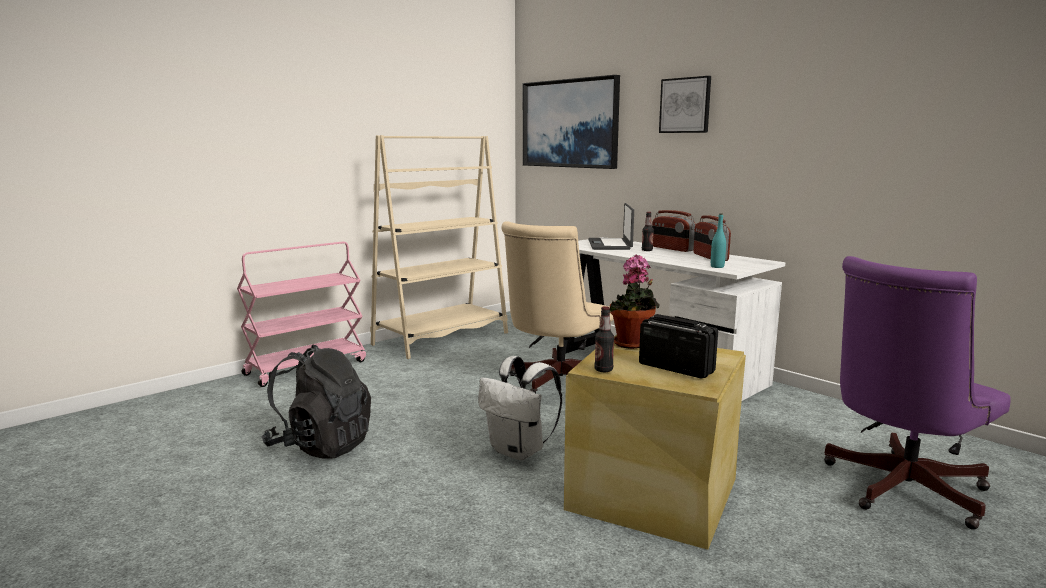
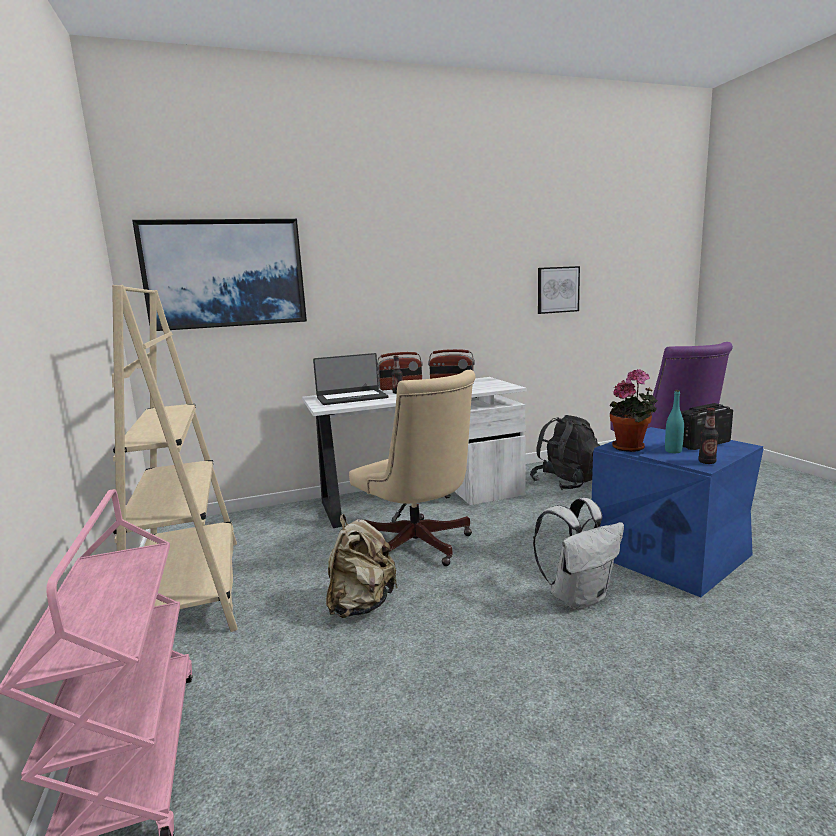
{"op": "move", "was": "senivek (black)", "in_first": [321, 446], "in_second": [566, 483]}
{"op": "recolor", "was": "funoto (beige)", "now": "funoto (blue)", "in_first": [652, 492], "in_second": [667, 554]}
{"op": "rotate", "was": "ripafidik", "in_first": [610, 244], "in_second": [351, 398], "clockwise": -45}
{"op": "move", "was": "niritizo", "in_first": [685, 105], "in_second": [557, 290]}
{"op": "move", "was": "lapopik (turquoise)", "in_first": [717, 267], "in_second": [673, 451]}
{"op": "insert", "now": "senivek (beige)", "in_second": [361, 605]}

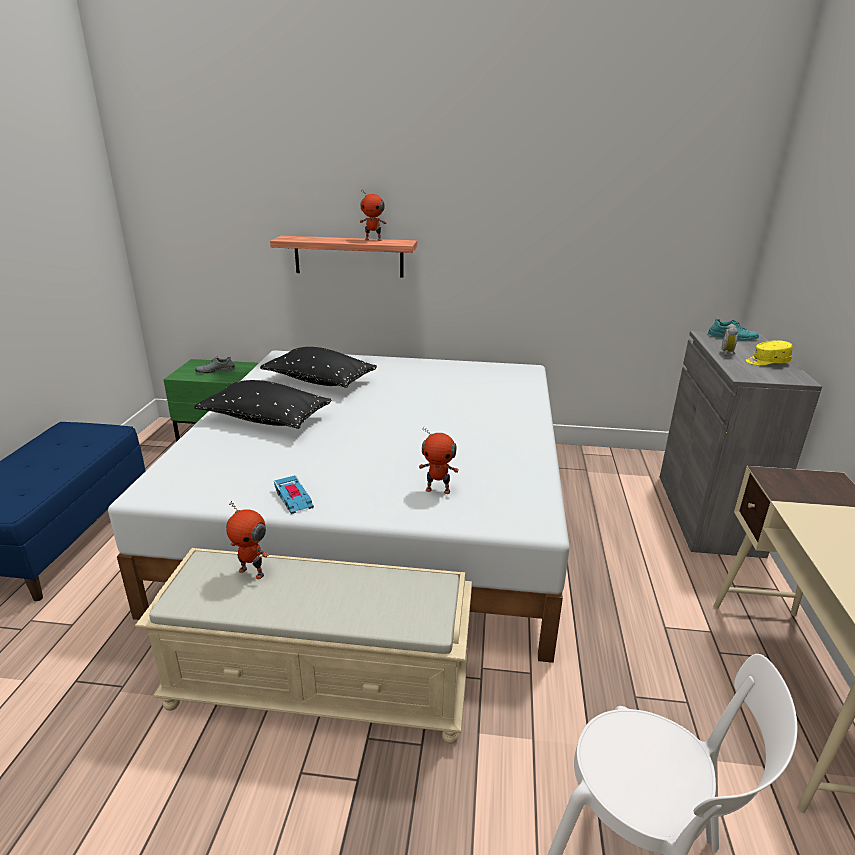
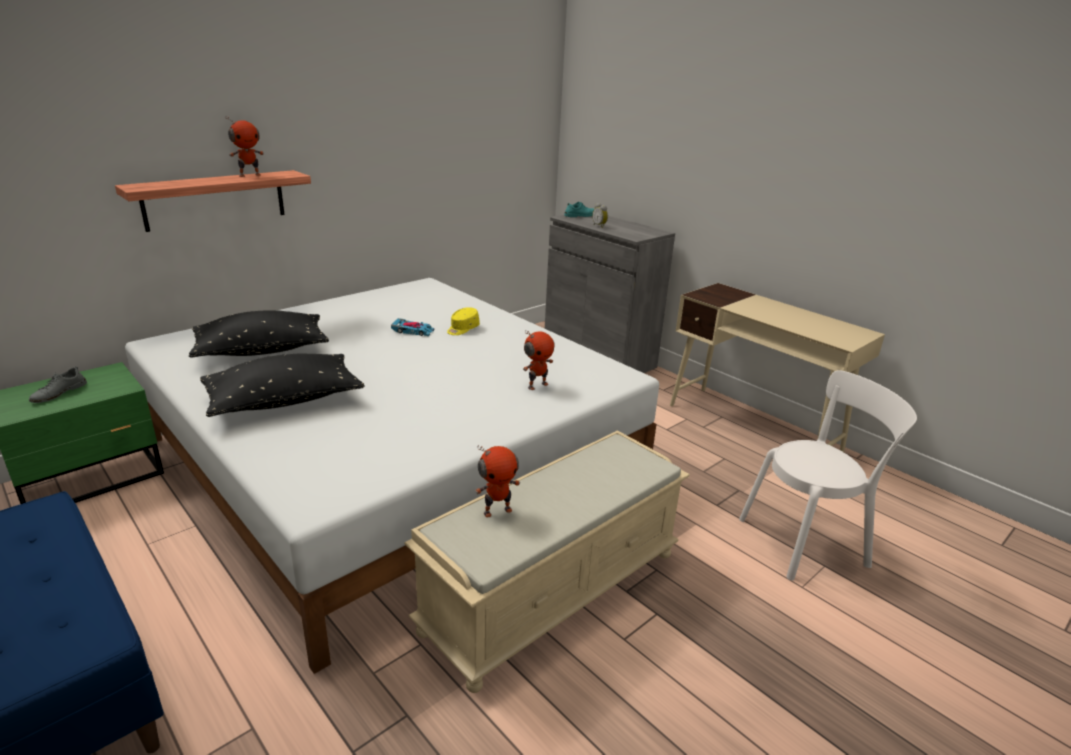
{"op": "move", "was": "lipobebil", "in_first": [294, 498], "in_second": [413, 331]}
{"op": "move", "was": "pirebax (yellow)", "in_first": [766, 362], "in_second": [462, 329]}

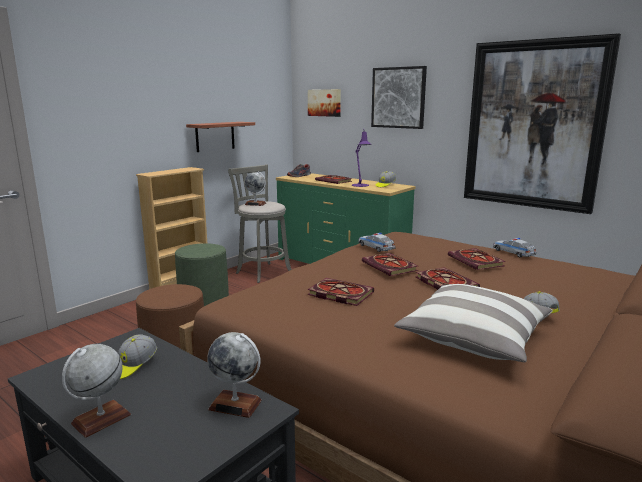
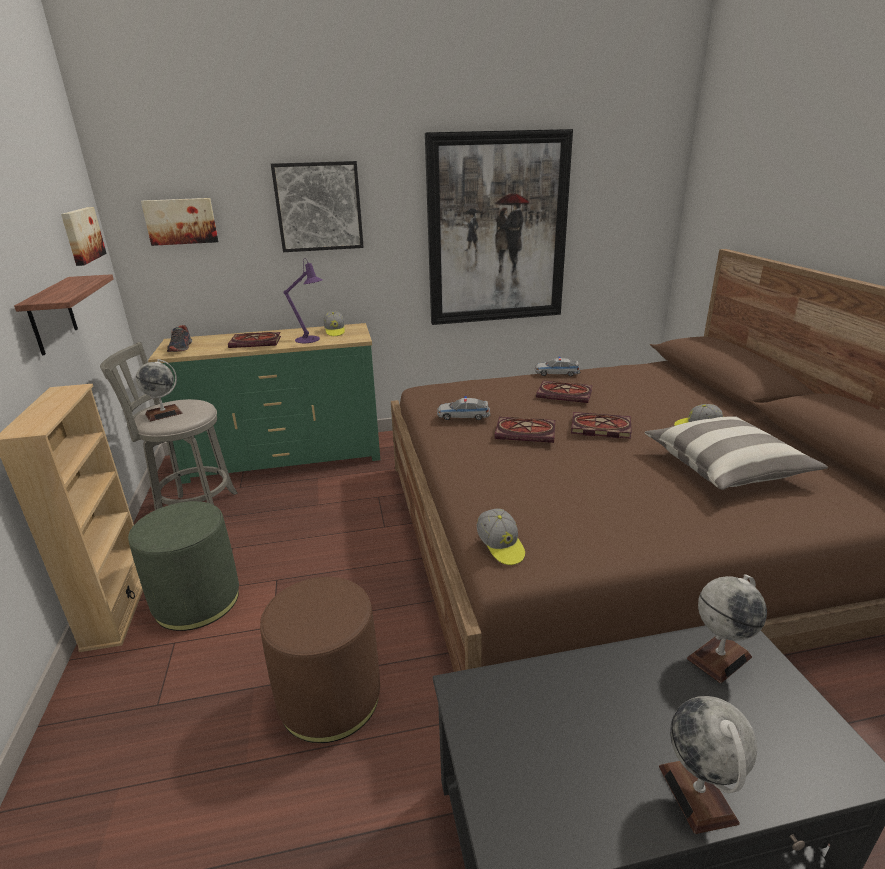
{"op": "move", "was": "pirebax", "in_first": [133, 366], "in_second": [500, 546]}
{"op": "delete", "was": "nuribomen", "in_first": [338, 294]}
{"op": "insert", "now": "niritizo", "in_second": [81, 235]}

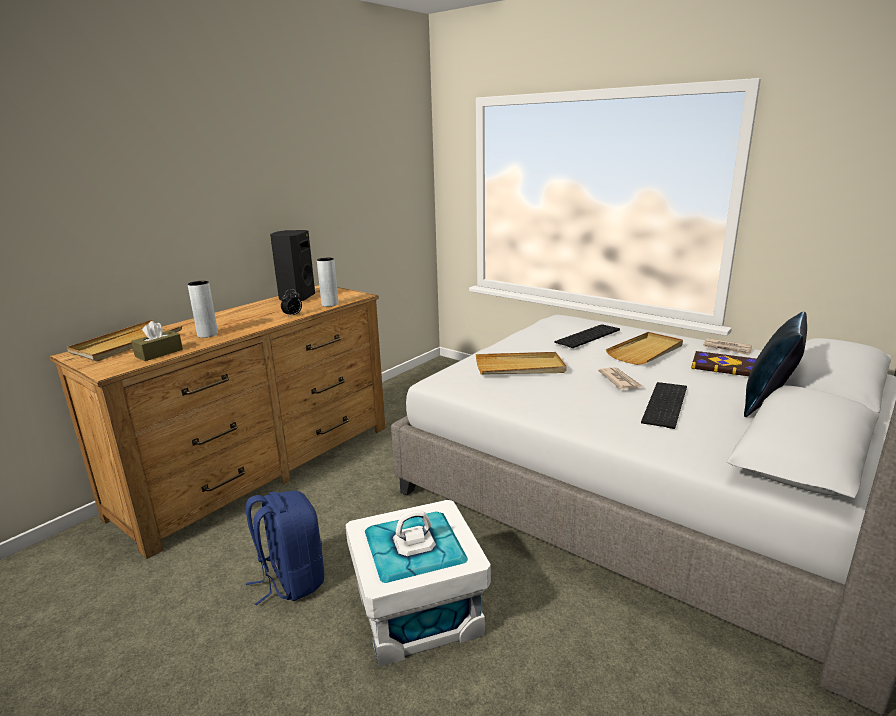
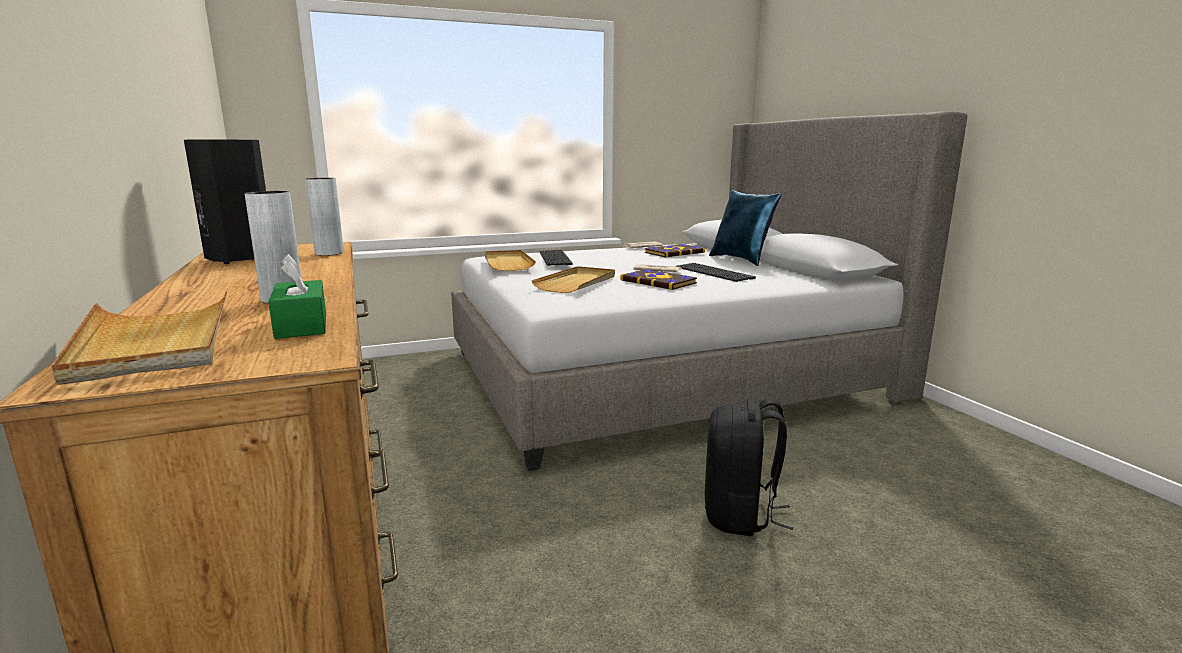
{"op": "recolor", "was": "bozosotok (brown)", "now": "bozosotok (green)", "in_first": [159, 353], "in_second": [301, 325]}
{"op": "delete", "was": "senivek (blue)", "in_first": [291, 580]}
{"op": "delete", "was": "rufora", "in_first": [293, 315]}
{"op": "replace", "was": "funoto (white)", "now": "senivek (black)", "in_first": [418, 611], "in_second": [740, 515]}
{"op": "move", "was": "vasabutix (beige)", "in_first": [646, 351], "in_second": [507, 263]}
{"op": "insert", "now": "nuribomen", "in_second": [658, 282]}

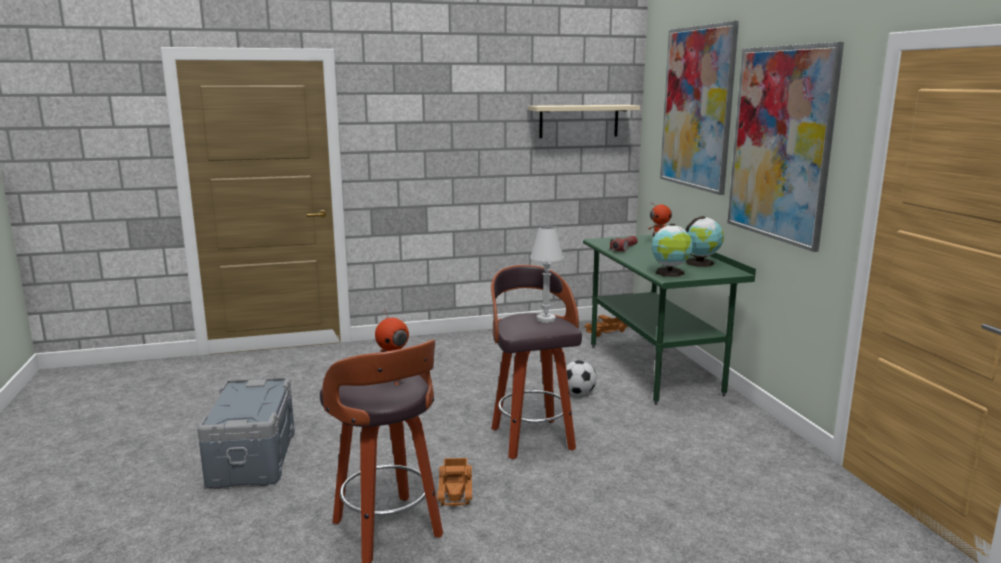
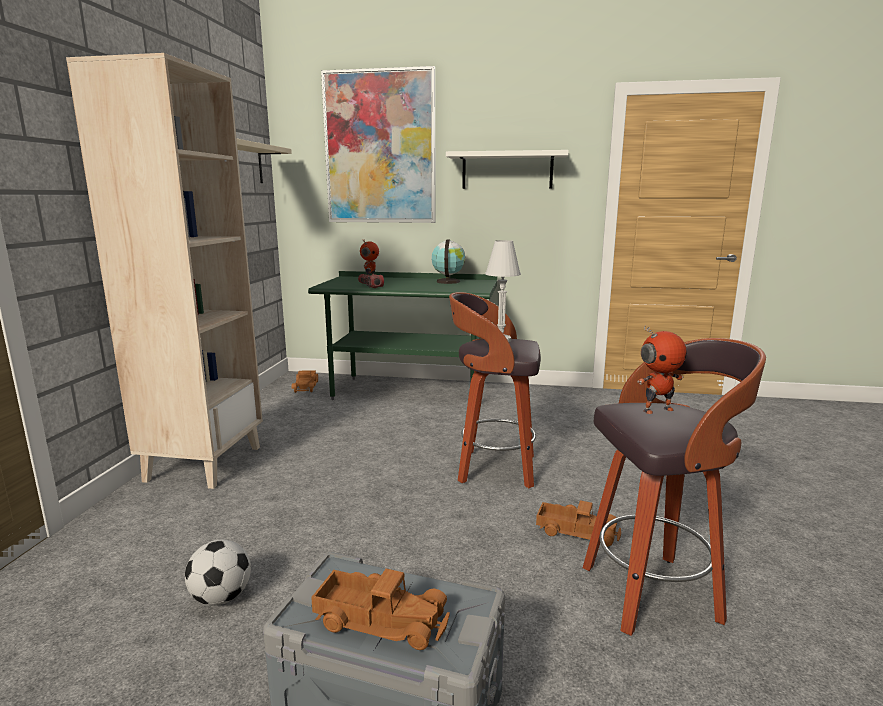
{"op": "move", "was": "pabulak", "in_first": [578, 393], "in_second": [221, 597]}
{"op": "delete", "was": "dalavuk", "in_first": [670, 273]}
{"op": "replace", "was": "niritizo", "now": "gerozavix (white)", "in_first": [780, 144], "in_second": [507, 170]}
{"op": "insert", "now": "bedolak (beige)", "in_second": [204, 463]}
{"op": "insert", "now": "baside", "in_second": [381, 619]}

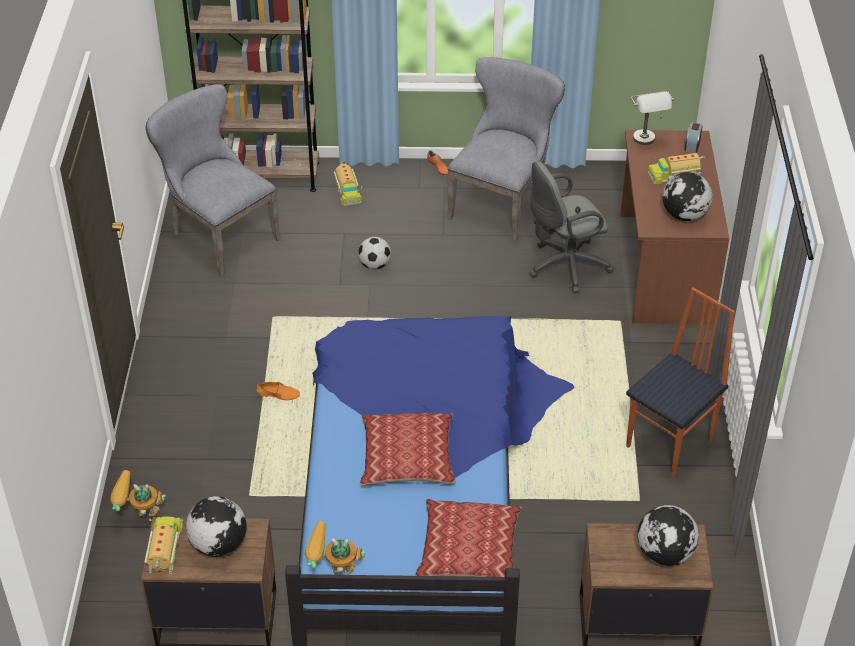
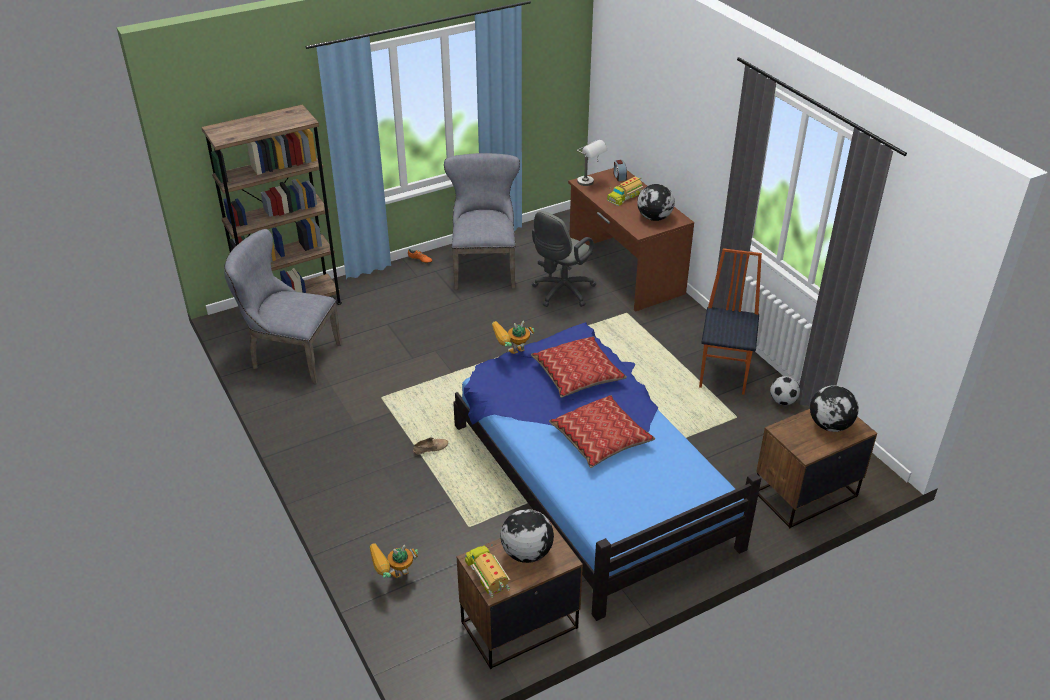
{"op": "recolor", "was": "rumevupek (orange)", "now": "rumevupek (beige)", "in_first": [278, 394], "in_second": [430, 448]}
{"op": "move", "was": "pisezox", "in_first": [332, 573], "in_second": [512, 356]}
{"op": "delete", "was": "baside", "in_first": [346, 190]}
{"op": "move", "was": "pabulak", "in_first": [375, 265], "in_second": [782, 401]}
{"op": "move", "was": "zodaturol", "in_first": [469, 550], "in_second": [577, 374]}

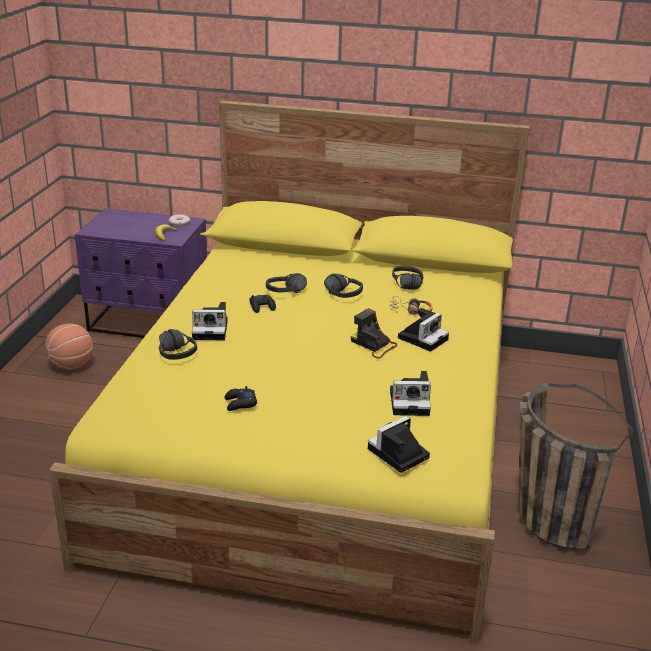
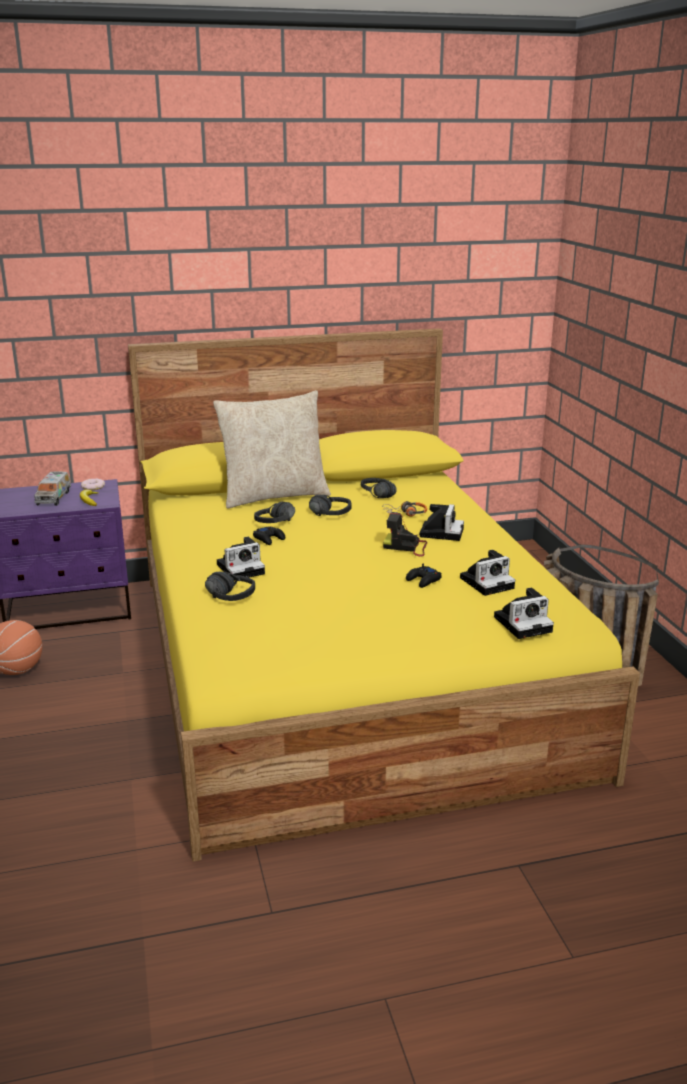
{"op": "move", "was": "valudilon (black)", "in_first": [240, 403], "in_second": [423, 580]}
{"op": "rotate", "was": "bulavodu", "in_first": [397, 454], "in_second": [524, 623], "clockwise": -135}
{"op": "insert", "now": "baside", "in_second": [53, 497]}
{"op": "insert", "now": "zodaturol (beige)", "in_second": [274, 496]}

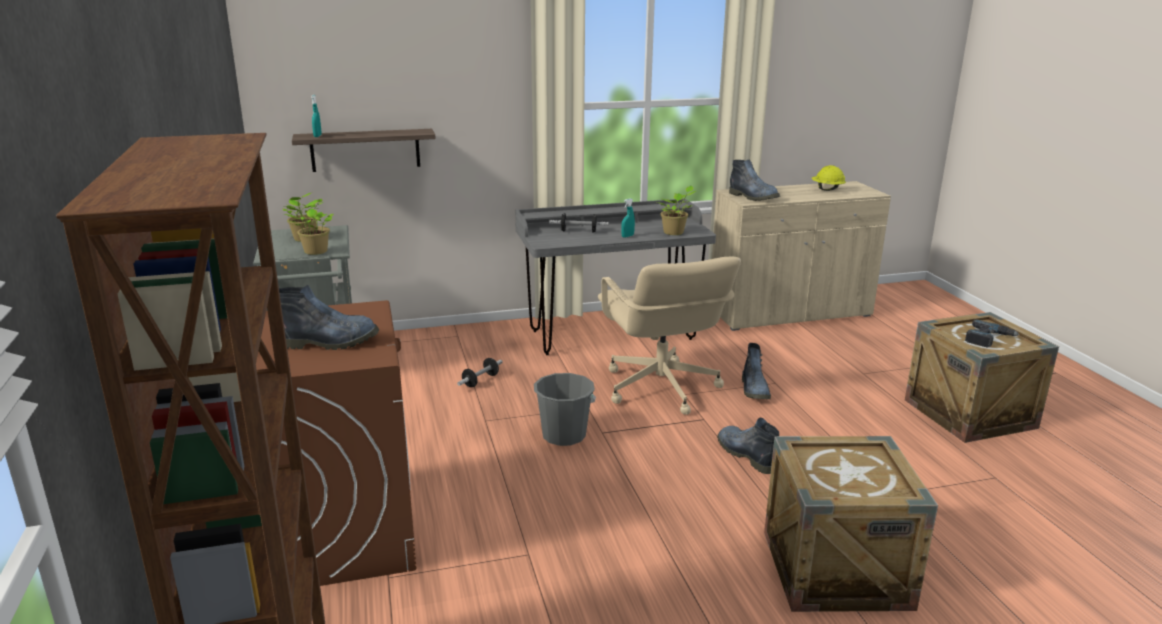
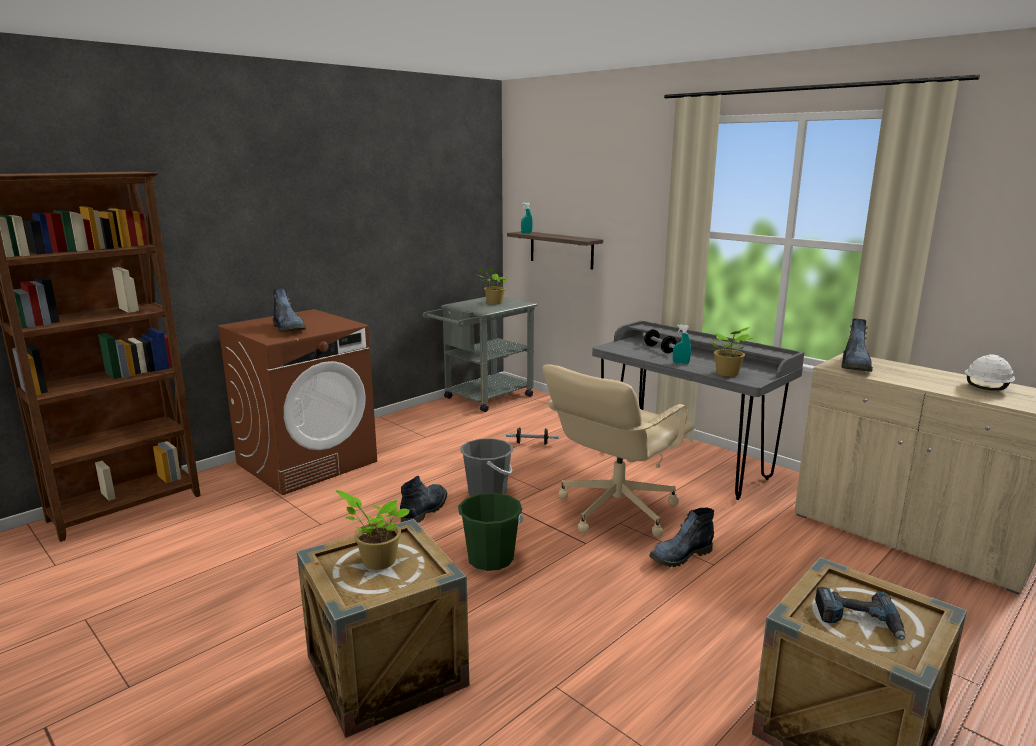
{"op": "move", "was": "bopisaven", "in_first": [314, 252], "in_second": [376, 561]}
{"op": "move", "was": "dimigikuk", "in_first": [745, 454], "in_second": [425, 509]}
{"op": "recolor", "was": "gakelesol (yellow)", "now": "gakelesol (white)", "in_first": [827, 189], "in_second": [986, 388]}
{"op": "insert", "now": "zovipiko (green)", "in_second": [490, 559]}

